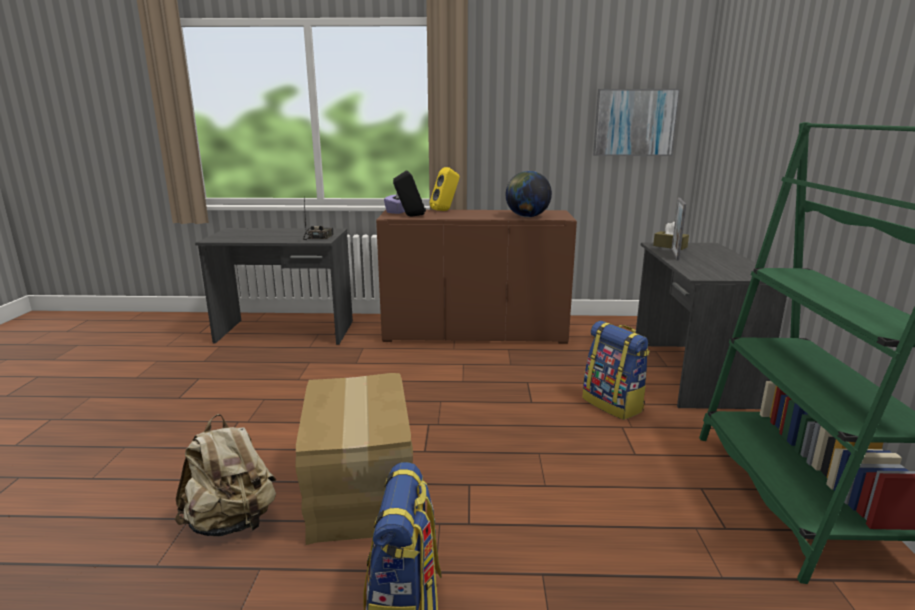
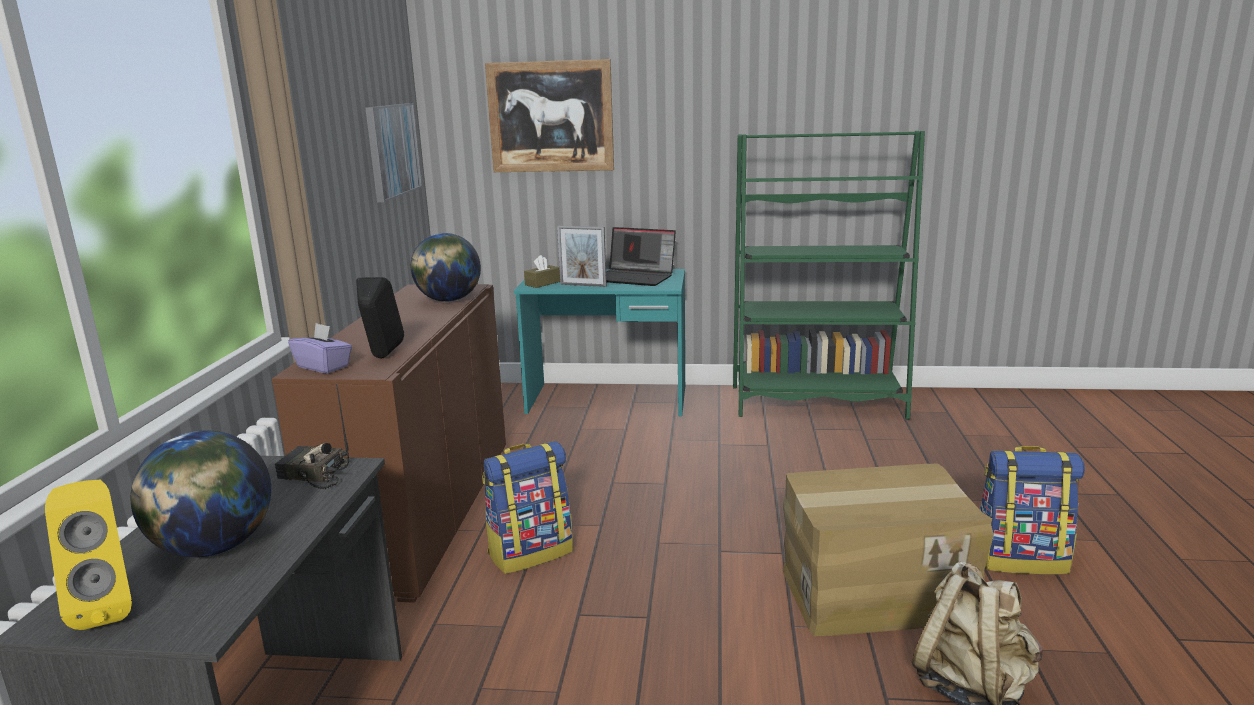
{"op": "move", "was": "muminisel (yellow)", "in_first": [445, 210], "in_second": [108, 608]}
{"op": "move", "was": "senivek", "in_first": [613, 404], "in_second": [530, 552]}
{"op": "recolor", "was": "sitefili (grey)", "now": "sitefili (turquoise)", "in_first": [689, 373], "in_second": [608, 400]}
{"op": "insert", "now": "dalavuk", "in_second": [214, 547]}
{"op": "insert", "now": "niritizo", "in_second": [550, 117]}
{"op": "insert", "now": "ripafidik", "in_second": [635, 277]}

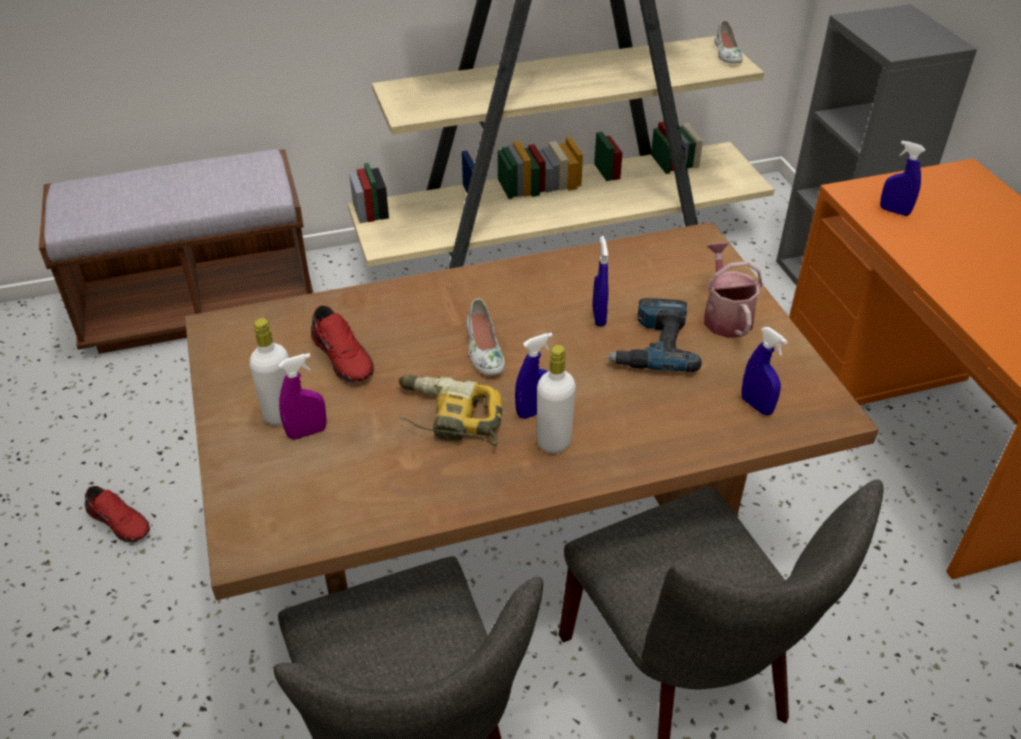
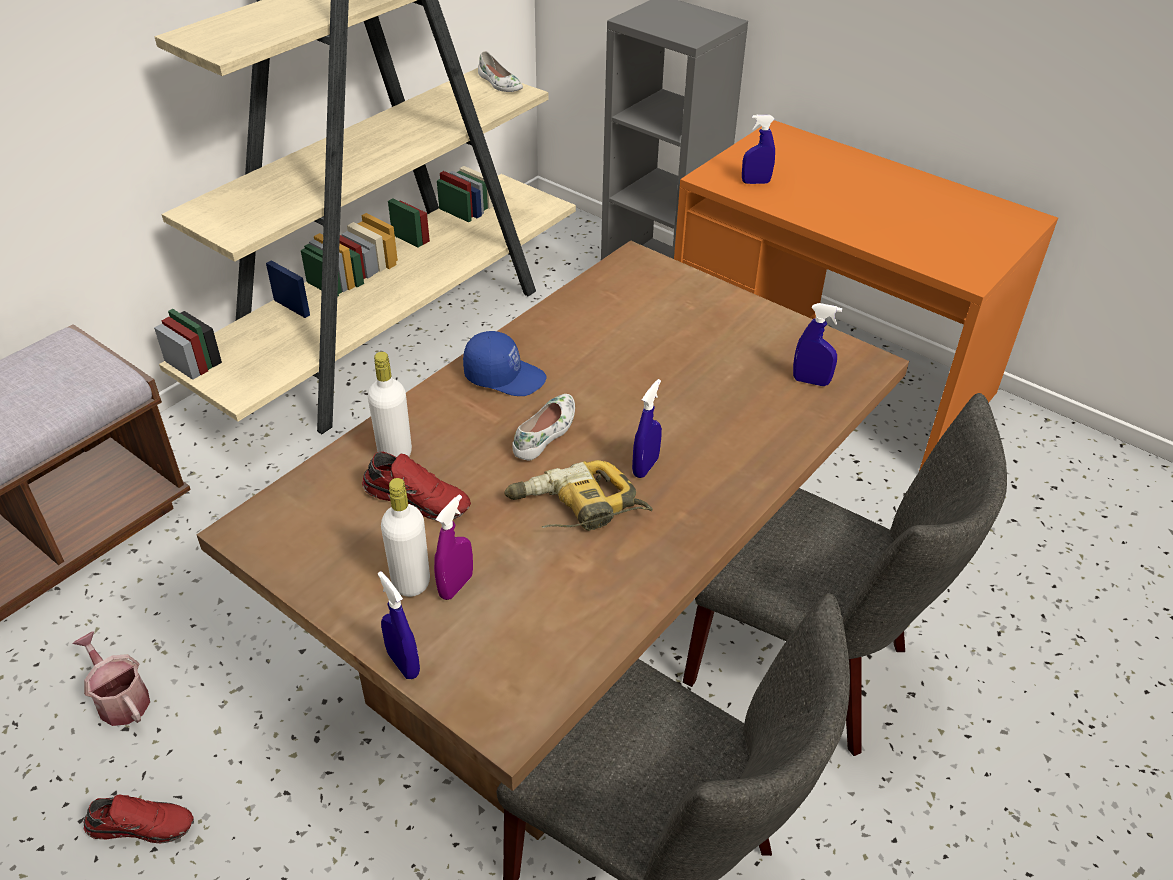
{"op": "rotate", "was": "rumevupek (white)", "in_first": [483, 350], "in_second": [546, 433], "clockwise": -105}
{"op": "move", "was": "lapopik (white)", "in_first": [554, 442], "in_second": [395, 453]}
{"op": "move", "was": "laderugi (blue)", "in_first": [599, 317], "in_second": [403, 664]}
{"op": "delete", "was": "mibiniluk", "in_first": [652, 345]}
{"op": "move", "was": "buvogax", "in_first": [725, 316], "in_second": [120, 699]}
{"op": "insert", "now": "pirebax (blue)", "in_second": [505, 376]}

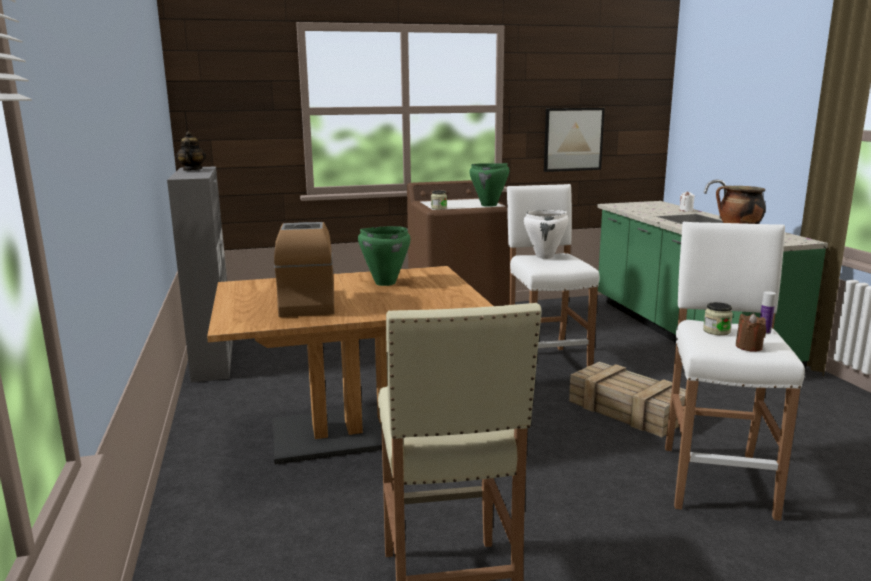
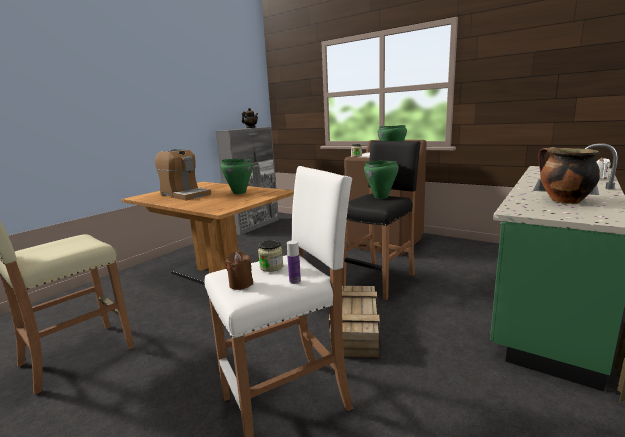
{"op": "rotate", "was": "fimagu", "in_first": [307, 303], "in_second": [185, 194], "clockwise": 90}
{"op": "recolor", "was": "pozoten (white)", "now": "pozoten (black)", "in_first": [546, 364], "in_second": [379, 280]}
{"op": "recolor", "was": "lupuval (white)", "now": "lupuval (green)", "in_first": [545, 257], "in_second": [381, 197]}
{"op": "delete", "was": "niritizo", "in_first": [573, 139]}

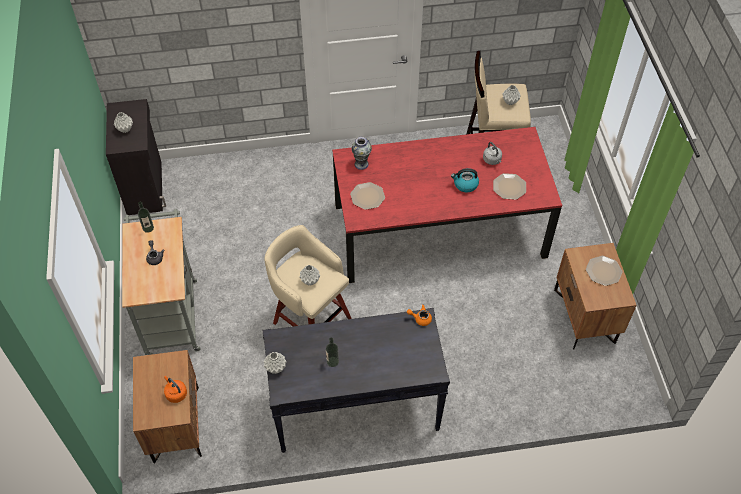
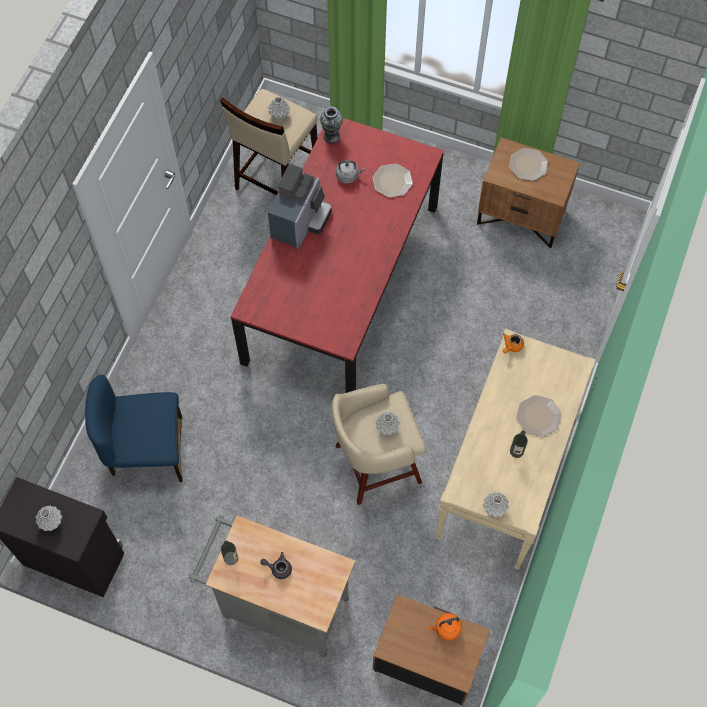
{"op": "recolor", "was": "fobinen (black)", "now": "fobinen (beige)", "in_first": [355, 408], "in_second": [505, 475]}
{"op": "move", "was": "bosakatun", "in_first": [367, 196], "in_second": [538, 416]}
{"op": "move", "was": "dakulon", "in_first": [361, 164], "in_second": [331, 136]}
{"op": "delete", "was": "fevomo", "in_first": [465, 185]}
{"op": "insert", "now": "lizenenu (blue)", "in_second": [147, 450]}
{"op": "insert", "now": "fimagu", "in_second": [300, 222]}

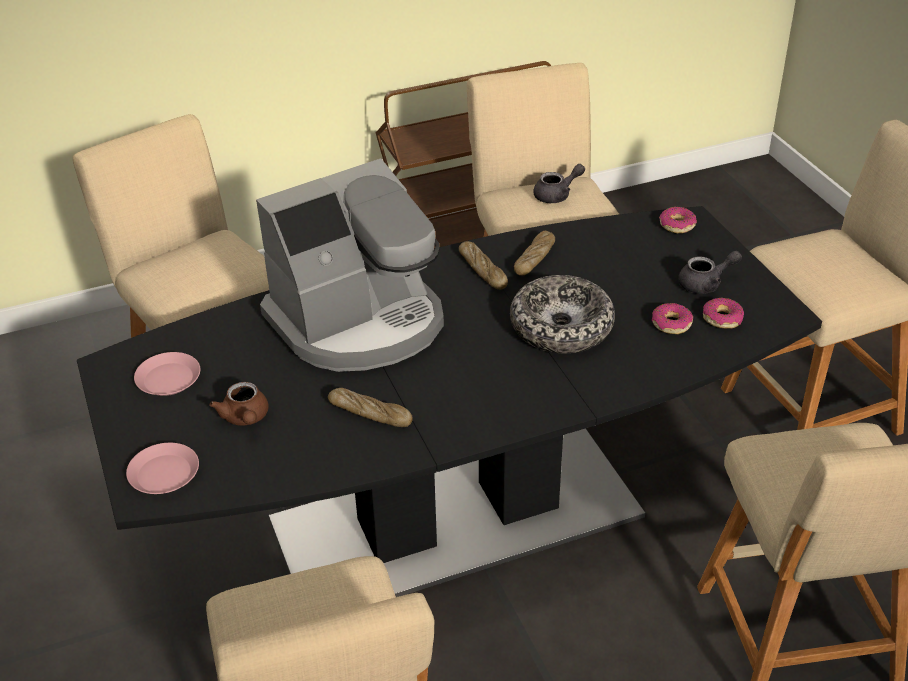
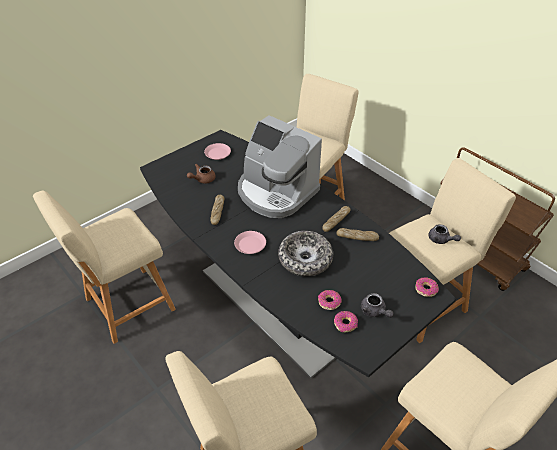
{"op": "move", "was": "bosakatun (pink)", "in_first": [163, 474], "in_second": [250, 244]}

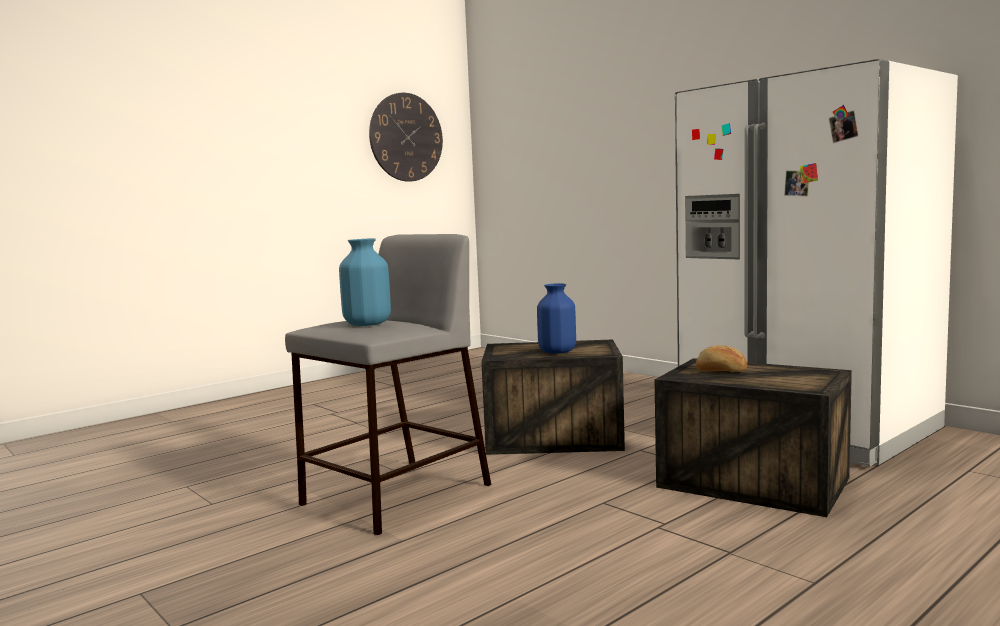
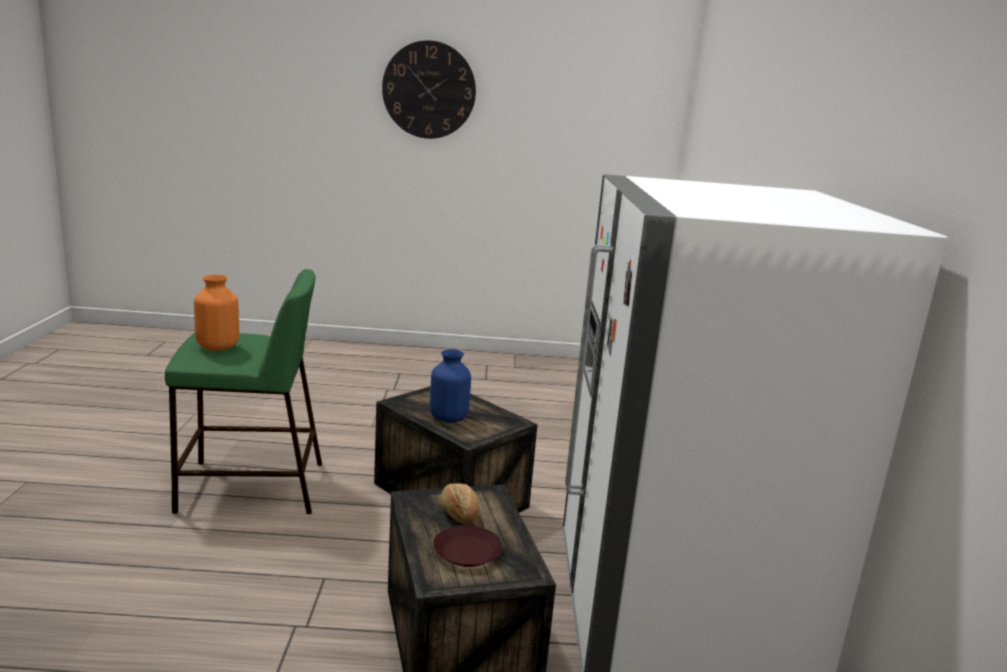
{"op": "recolor", "was": "pozoten (grey)", "now": "pozoten (green)", "in_first": [395, 495], "in_second": [249, 487]}
{"op": "recolor", "was": "dakulon (blue)", "now": "dakulon (orange)", "in_first": [367, 324], "in_second": [218, 347]}
{"op": "move", "was": "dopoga", "in_first": [406, 137], "in_second": [429, 90]}
{"op": "insert", "now": "bosakatun (brown)", "in_second": [467, 552]}

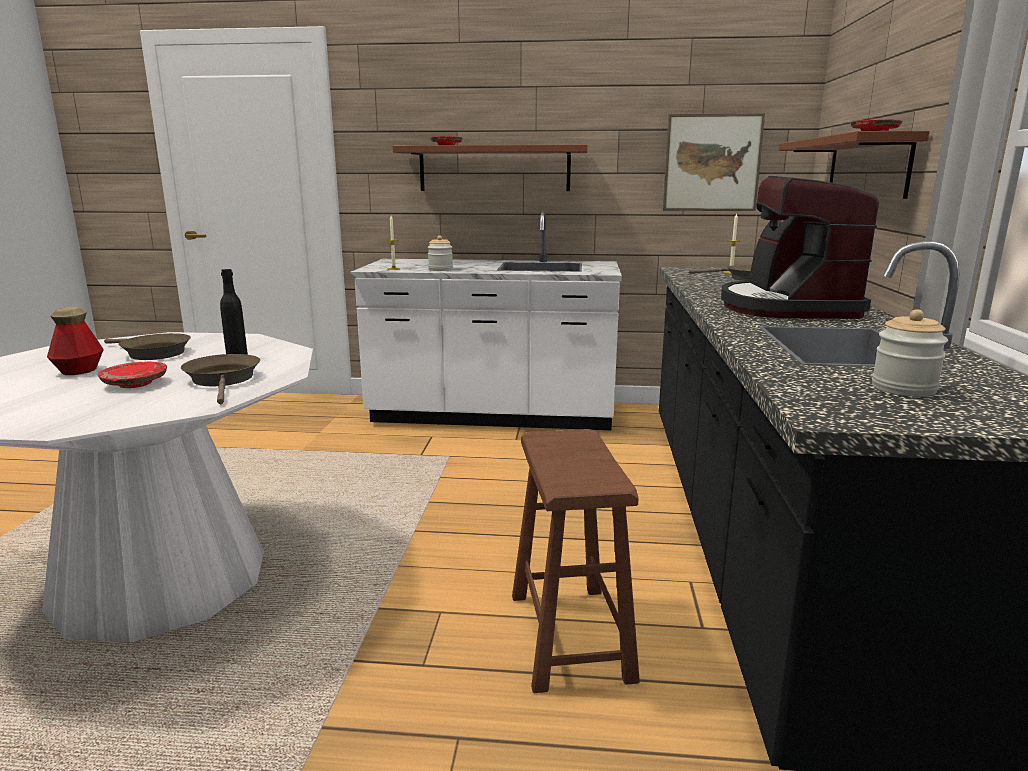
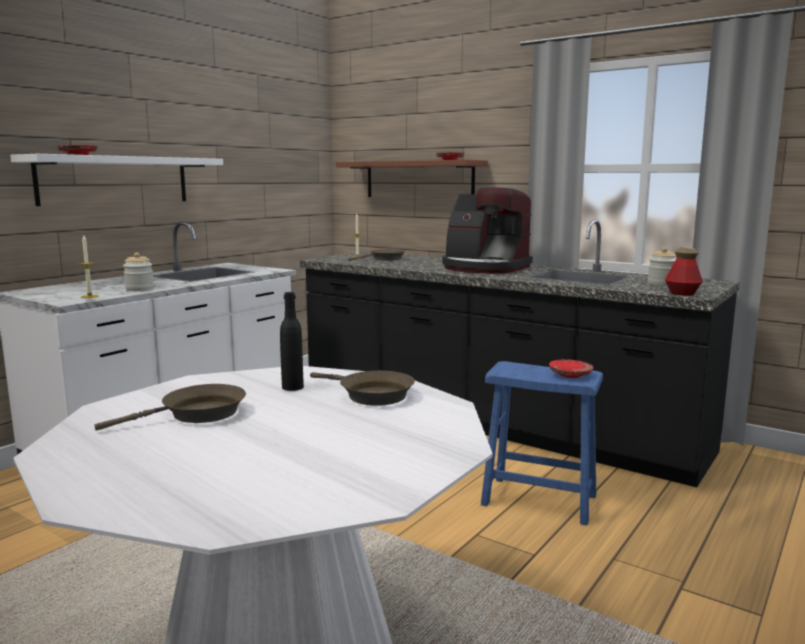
{"op": "move", "was": "lapopik", "in_first": [79, 371], "in_second": [682, 293]}
{"op": "move", "was": "bosakatun (red)", "in_first": [135, 384], "in_second": [570, 375]}
{"op": "rotate", "was": "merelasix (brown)", "in_first": [224, 380], "in_second": [371, 395], "clockwise": -150}
{"op": "recolor", "was": "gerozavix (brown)", "now": "gerozavix (white)", "in_first": [494, 169], "in_second": [115, 180]}
{"op": "recolor", "was": "pozoten (brown)", "now": "pozoten (blue)", "in_first": [570, 635], "in_second": [539, 499]}
{"op": "delete", "was": "niritizo", "in_first": [712, 163]}

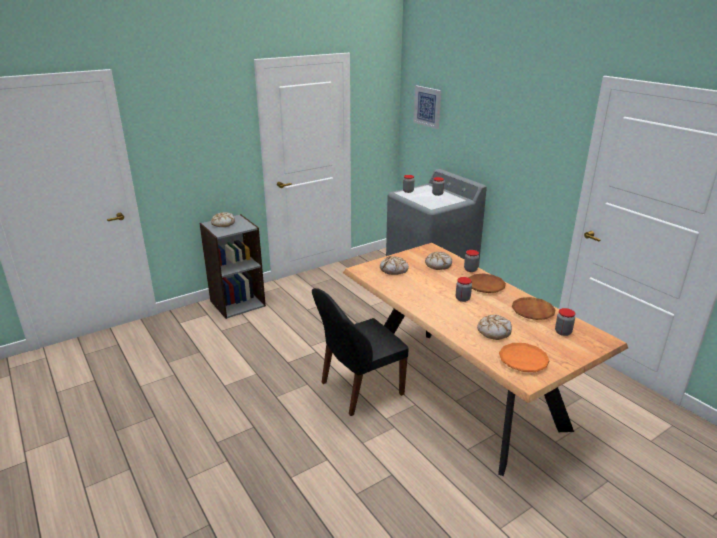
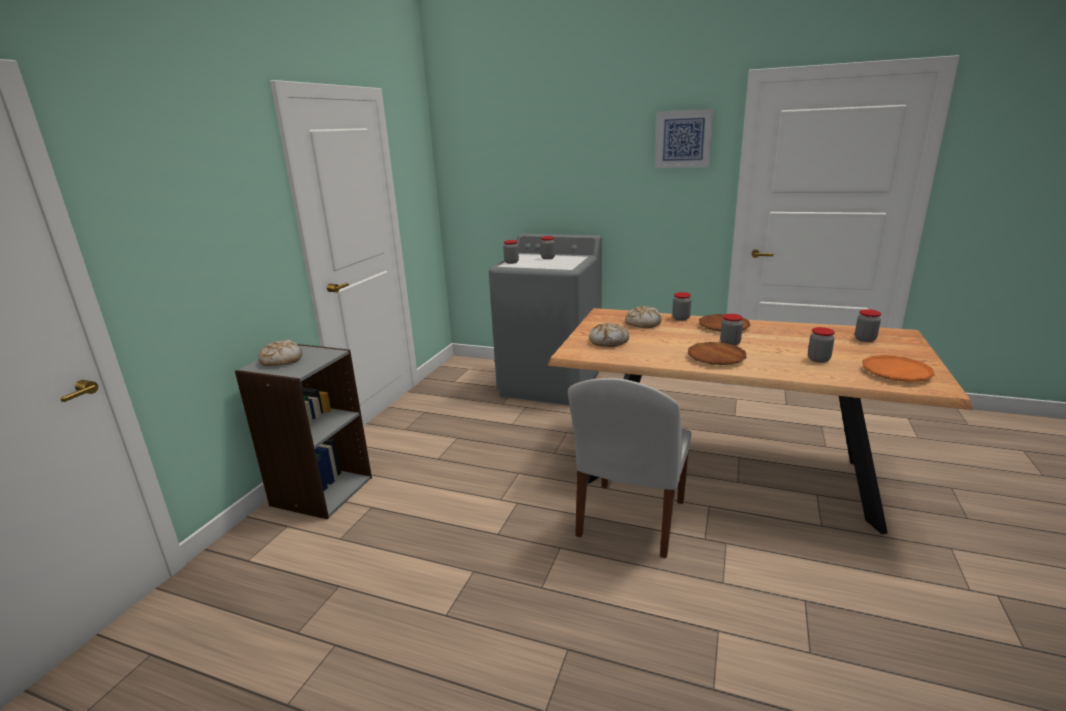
{"op": "recolor", "was": "lizenenu (black)", "now": "lizenenu (white)", "in_first": [359, 389], "in_second": [630, 521]}
{"op": "move", "was": "niritizo", "in_first": [427, 106], "in_second": [683, 139]}
{"op": "replace", "was": "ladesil", "now": "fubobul", "in_first": [494, 331], "in_second": [818, 359]}
{"op": "move", "was": "bosakatun (brown)", "in_first": [532, 311], "in_second": [716, 357]}

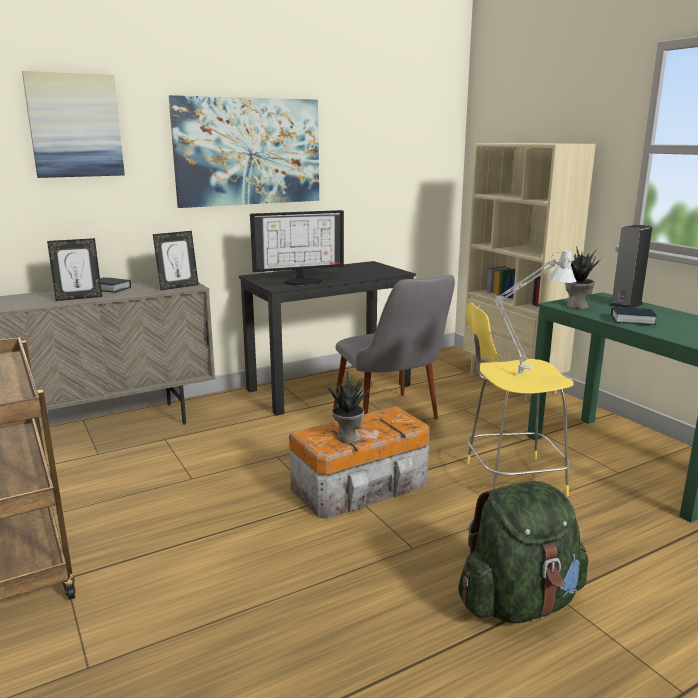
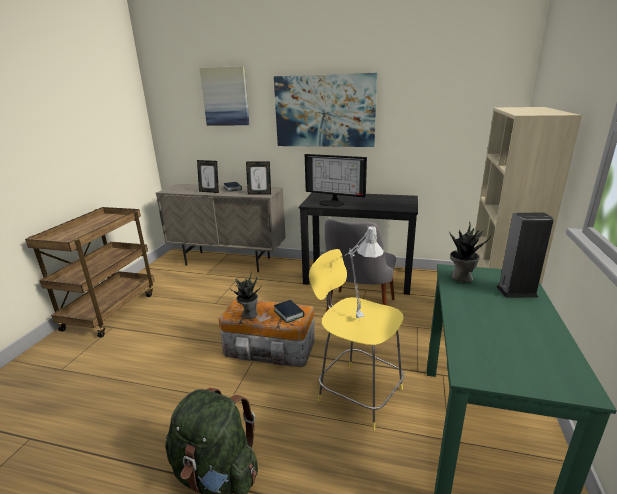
{"op": "move", "was": "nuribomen", "in_first": [632, 320], "in_second": [289, 313]}

